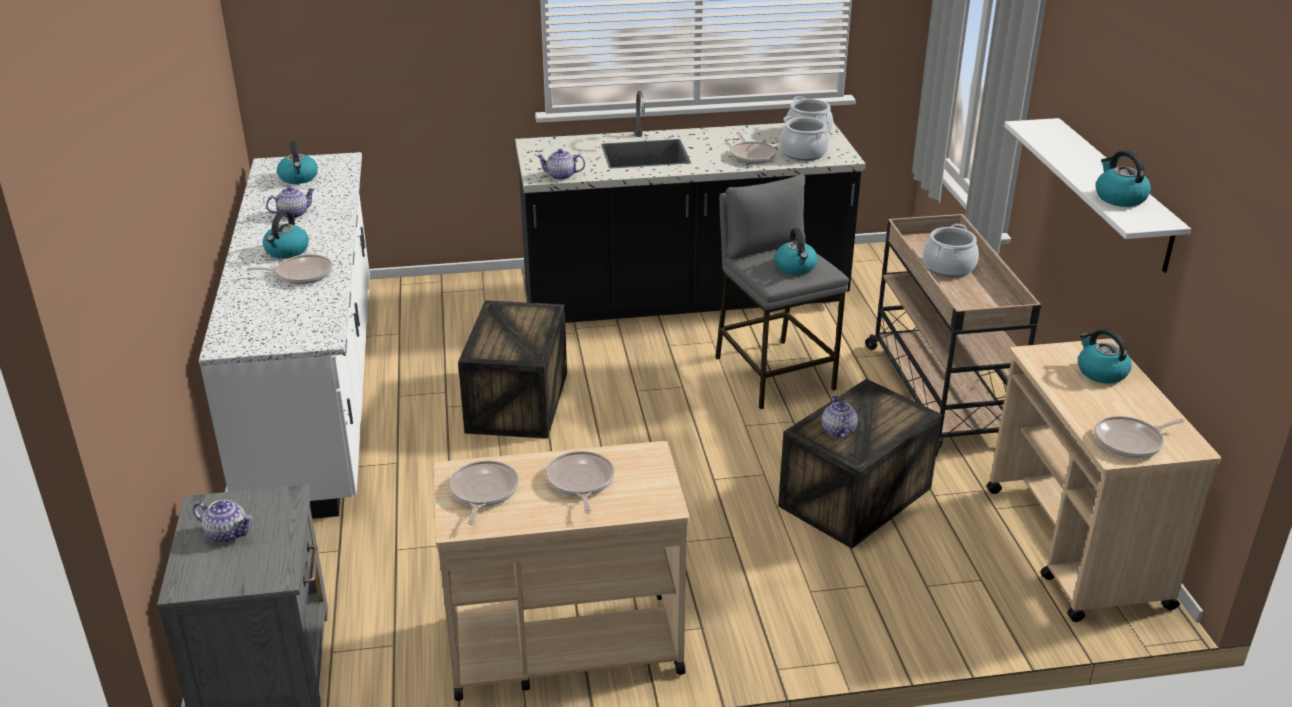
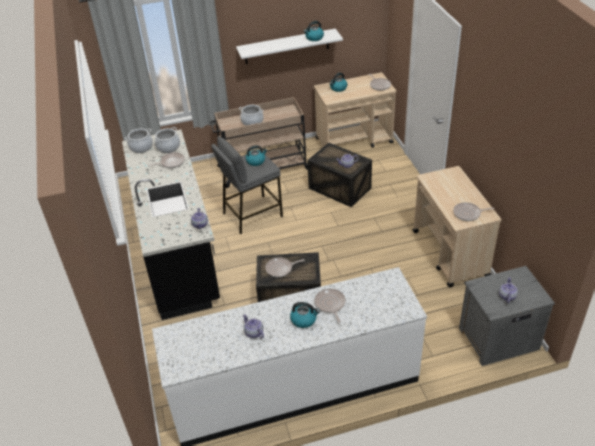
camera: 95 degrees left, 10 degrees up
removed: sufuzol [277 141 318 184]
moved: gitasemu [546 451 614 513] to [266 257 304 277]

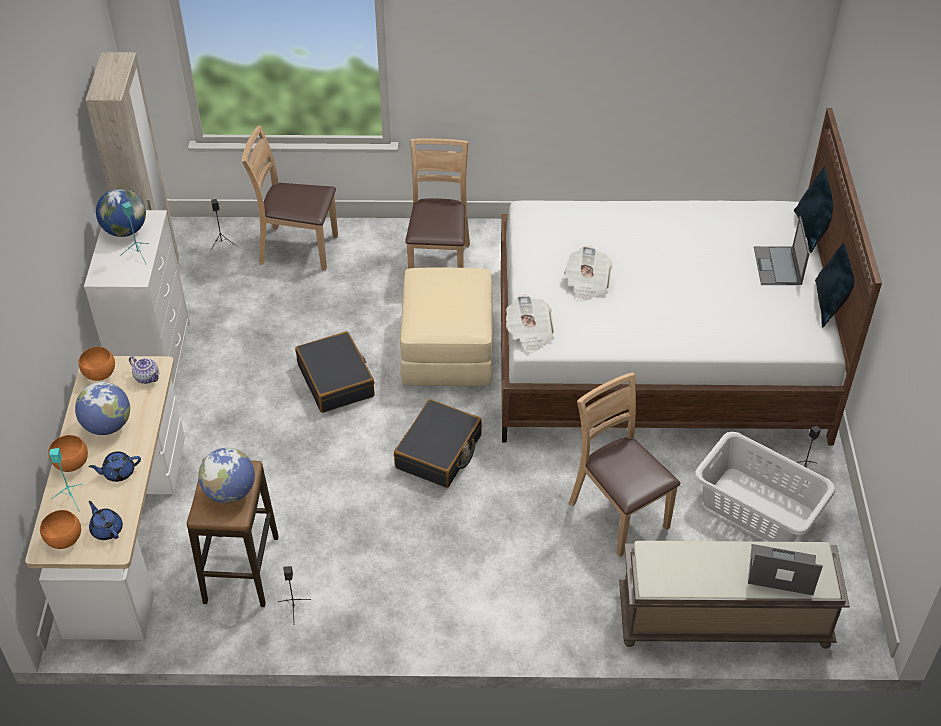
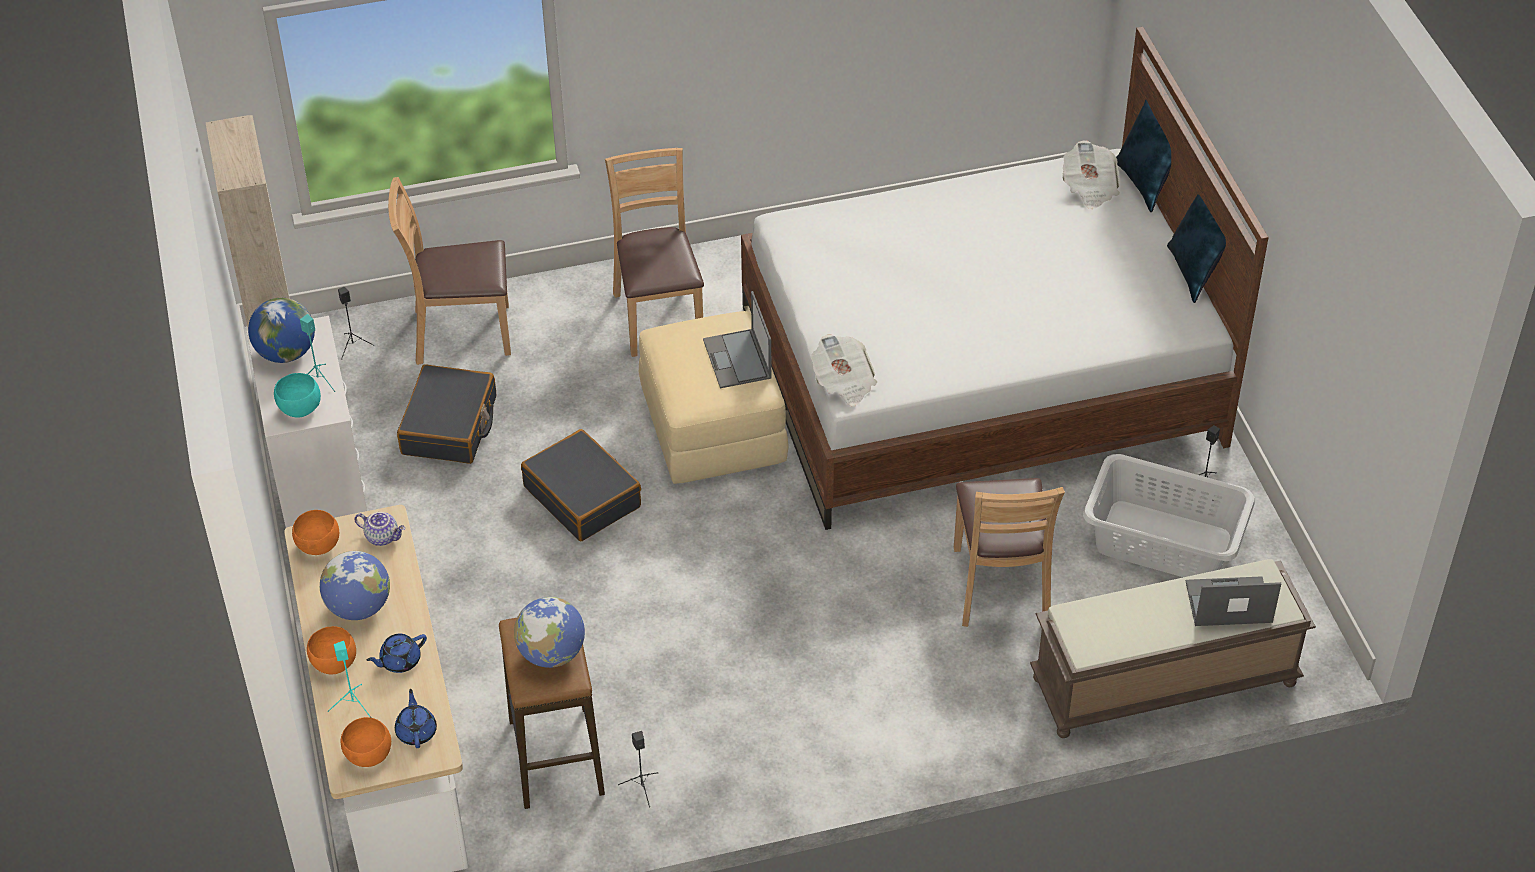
camera: 15 degrees left, 0 degrees up
added: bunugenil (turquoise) [274 373 321 417]
moved: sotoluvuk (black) [394 399 482 488] to [397 364 496 464]; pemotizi [754 216 810 285] to [703 291 772 388]; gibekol [564 246 613 301] to [1062 140 1120 209]
turned: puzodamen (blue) [89 501 123 540] = [395 689 437 748] 45 degrees clockwise; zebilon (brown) [569 372 680 557] = [954 478 1065 627] 135 degrees counterclockwise

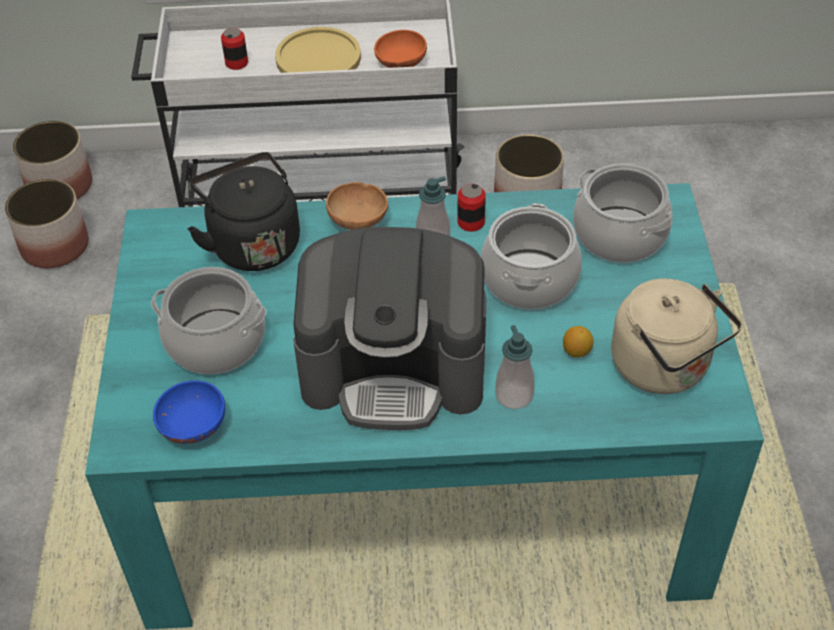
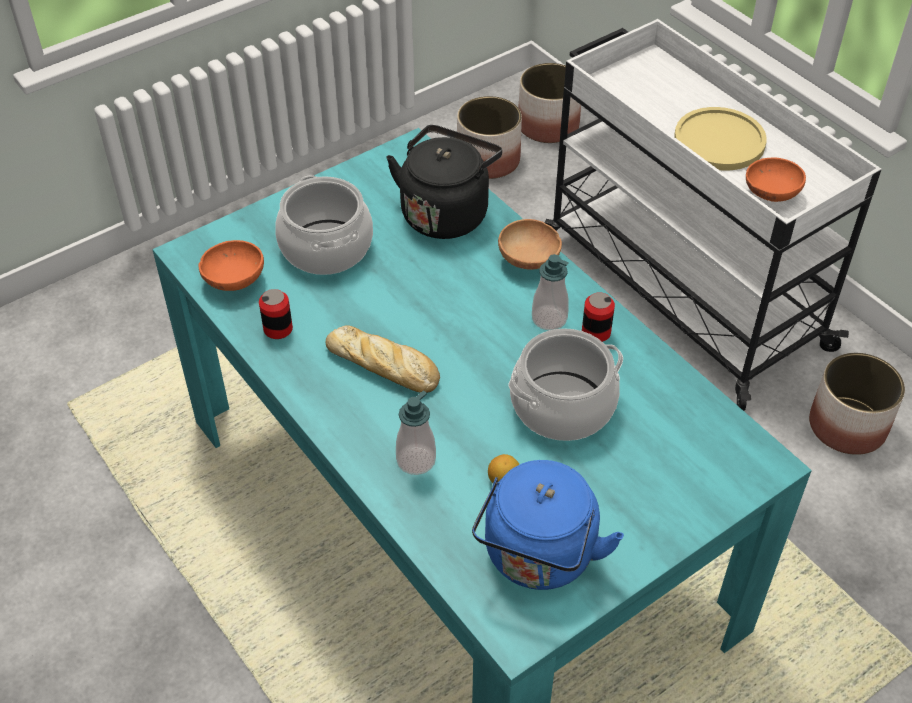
camera: 55 degrees right, 0 degrees up
removed: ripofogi [573 163 672 263]
moved: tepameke [221 28 248 70] to [259 289 293 339]
replaced: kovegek [293 227 486 430] to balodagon [326 325 440 393]
recoloured: bunugenil (blue) [153 380 225 444] to bunugenil (orange) [199 240 264 291]; sufuzol (beige) [611 278 742 394] to sufuzol (blue) [472 460 624 590]

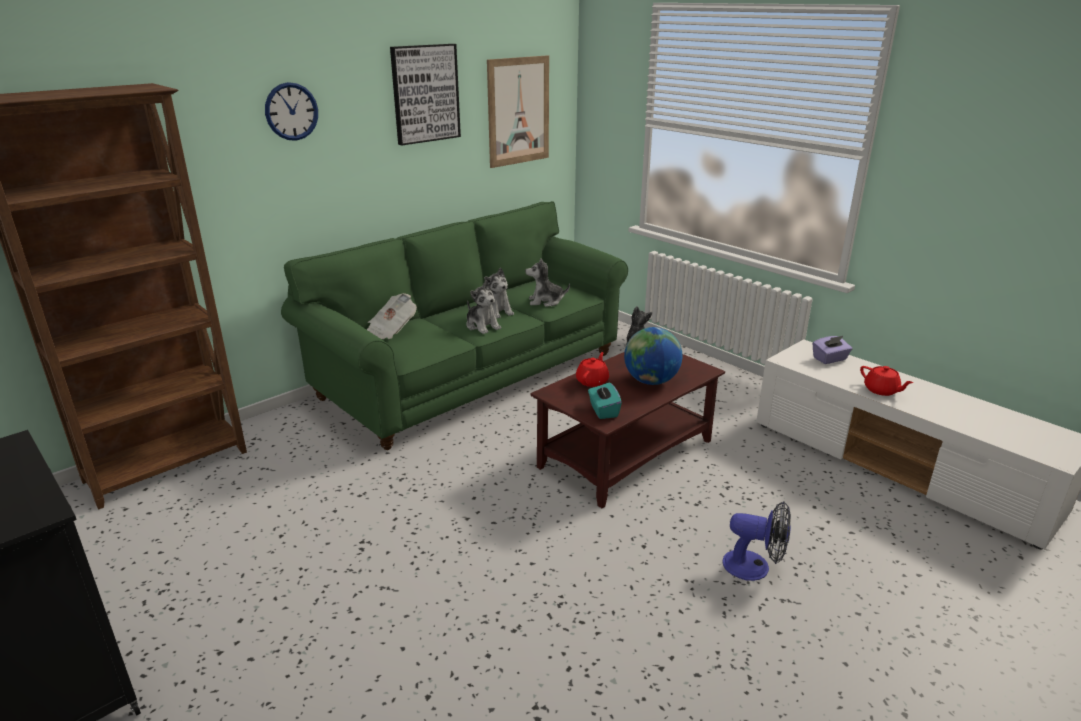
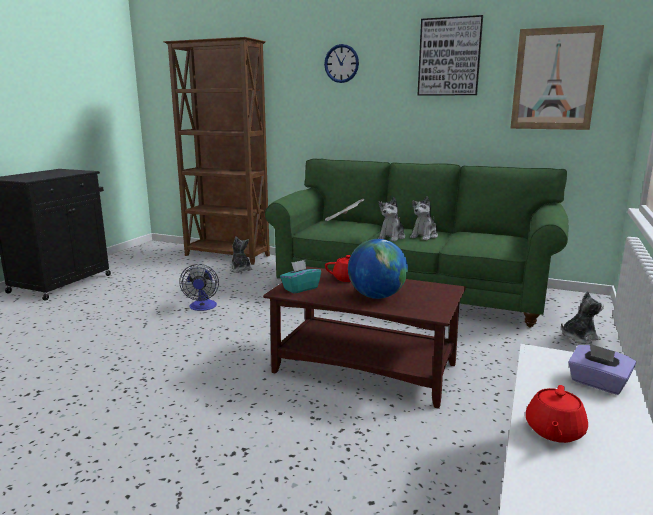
camera: 65 degrees right, 10 degrees down
moved: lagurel [723 501 791 581] to [179 264 219 311]; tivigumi [525 258 570 307] to [230 236 252 273]

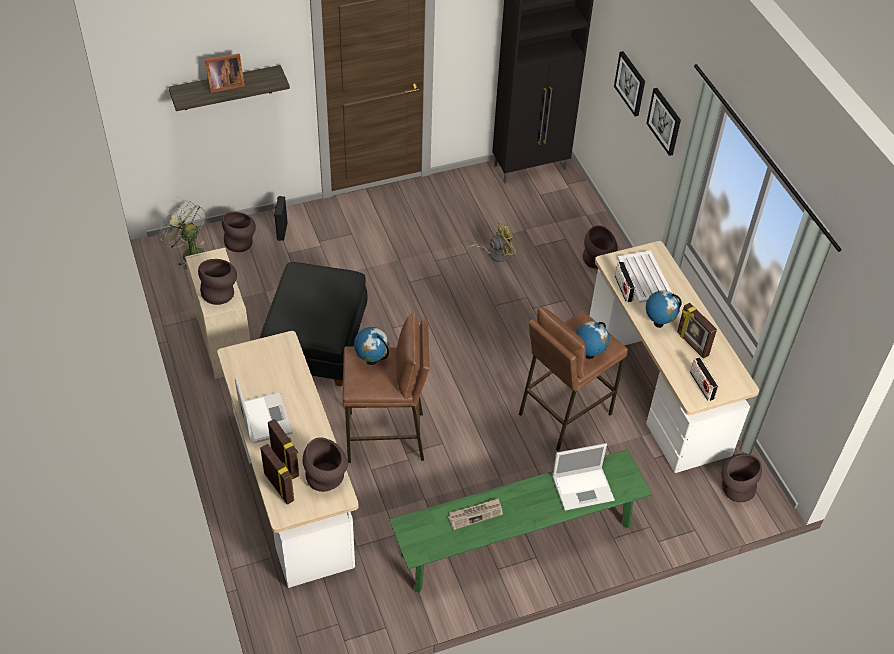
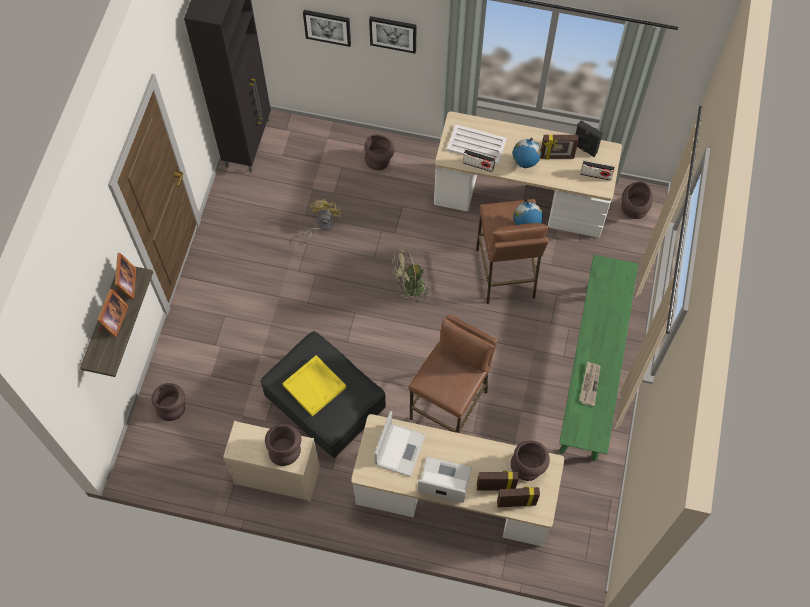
camera: 55 degrees left, 15 degrees up
removed: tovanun [354 327 389 365]
added: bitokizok [115 253 136 300]; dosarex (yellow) [282 355 346 417]
moved: pemotizi [552 443 615 511] to [374 411 426 477]; lagurel (green) [160 202 206 269] to [392 249 433 303]; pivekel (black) [274 196 288 241] to [575 121 603 157]

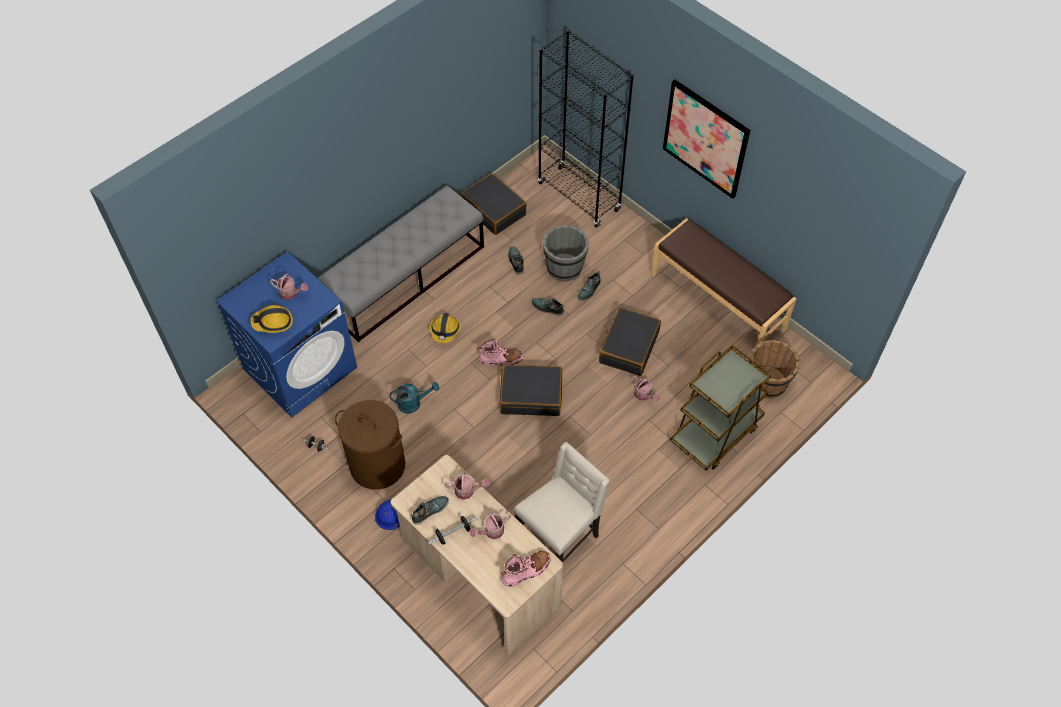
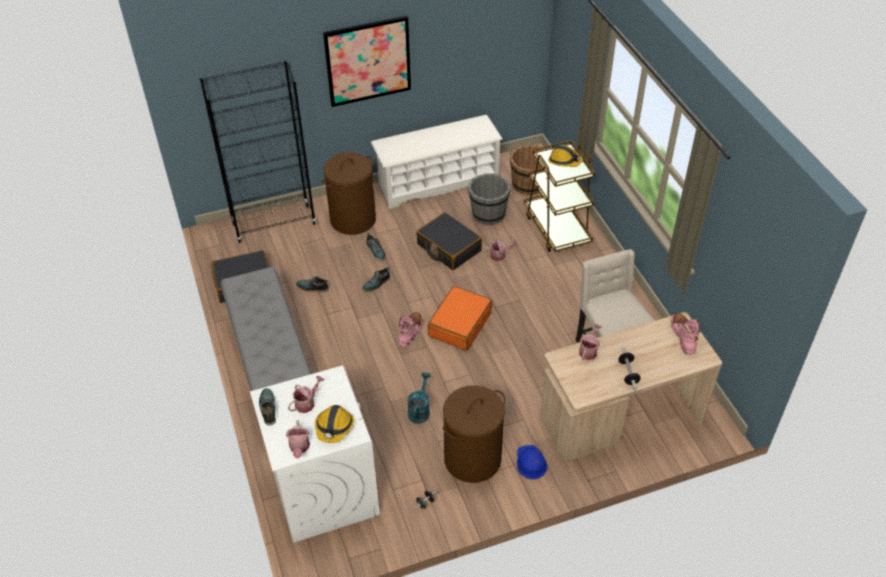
camera: 65 degrees left, 10 degrees down
added: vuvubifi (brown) [322 152 376 235]
moved: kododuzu [411 496 449 525] to [259 388 276 425]; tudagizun [470 513 511 539] to [286 420 310 458]; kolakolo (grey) [543 225 589 281] to [468 173 510 225]; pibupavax [430 313 461 343] to [548 145 583 167]
replaced: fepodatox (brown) [651 218 797 345] to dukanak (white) [371 115 503 209]
recoloured: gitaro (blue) [216 251 357 417] to gitaro (white) [250 366 380 543]; sotoluvuk (black) [500 365 562 416] to sotoluvuk (orange) [428 286 492 351]

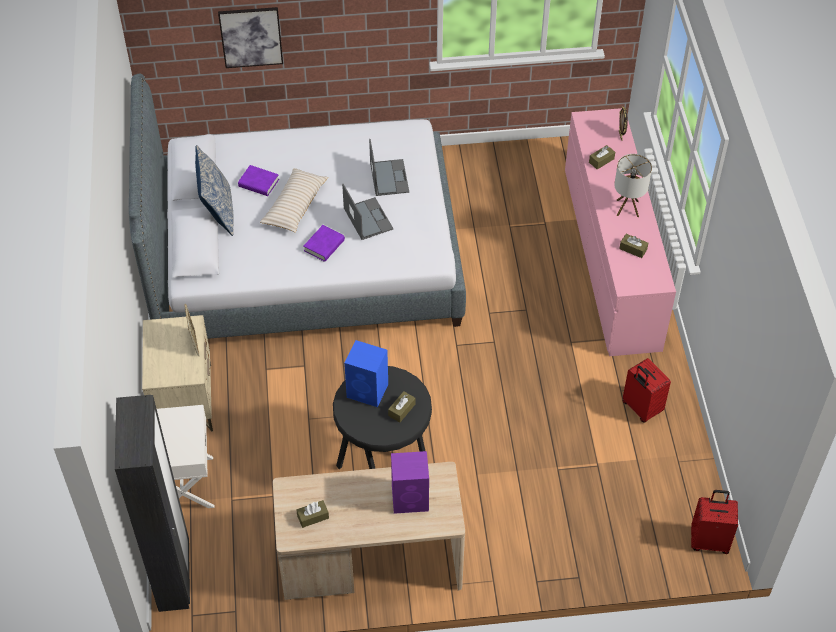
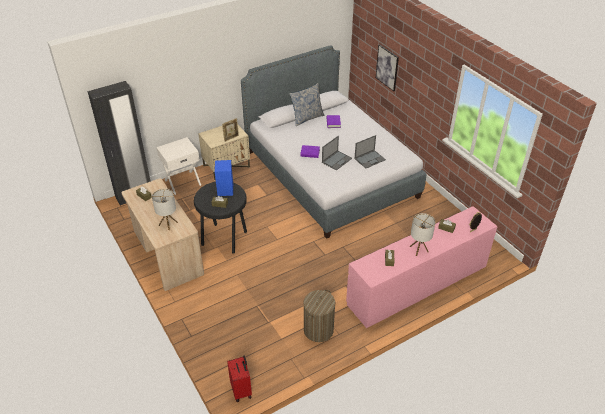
camera: 65 degrees right, 10 degrees down
removed: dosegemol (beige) [260 168 328 233]
replaced: pivekel (purple) [391 451 429 514] to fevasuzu [152 189 178 230]; sotoluvuk (red) [623 358 671 423] to vuvubifi [303 290 335 342]

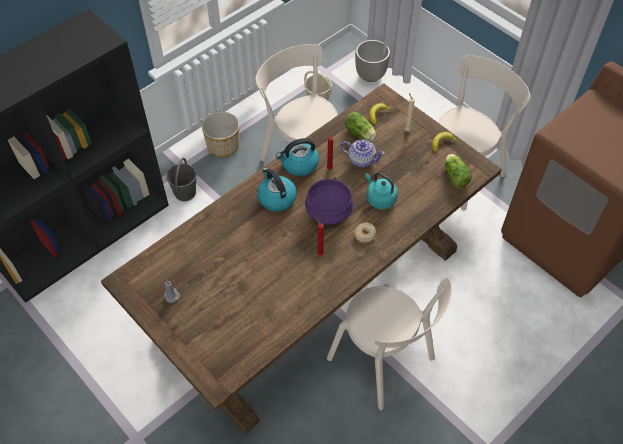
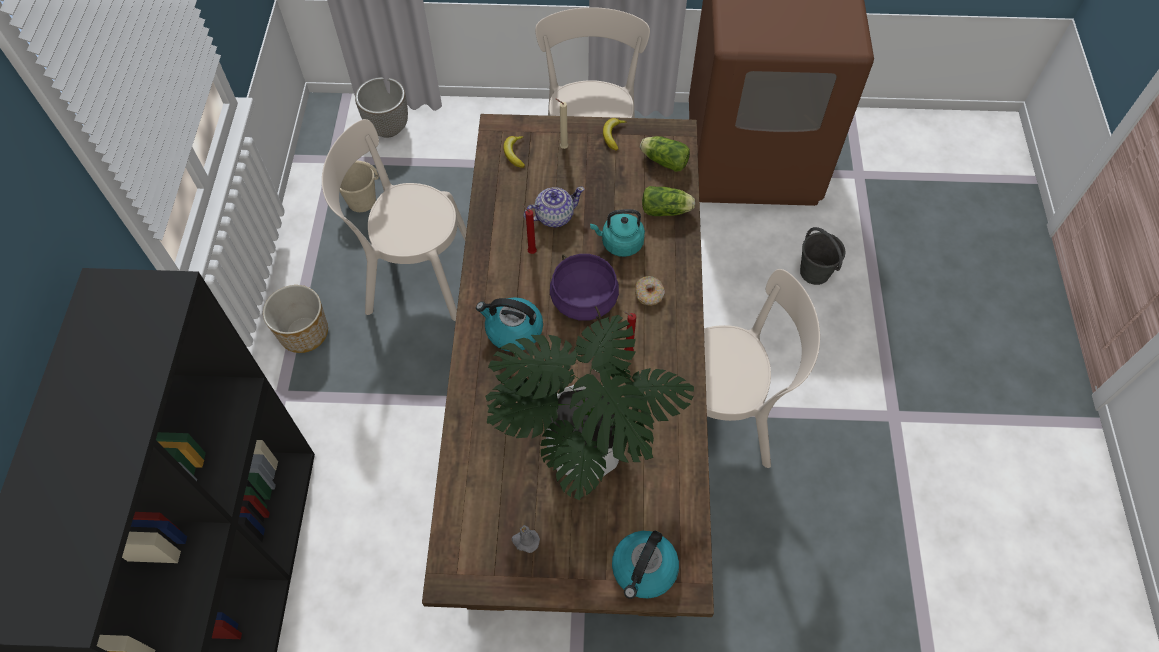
camera: 45 degrees left, 5 degrees up
added: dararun [485 315 694 500]
moved: sufuzol [276 138 319 176] to [612 531 679 599]; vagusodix [345 112 376 141] to [642 186 695 216]; kolakolo (grey) [166 158 197 201] to [800 227 846 285]

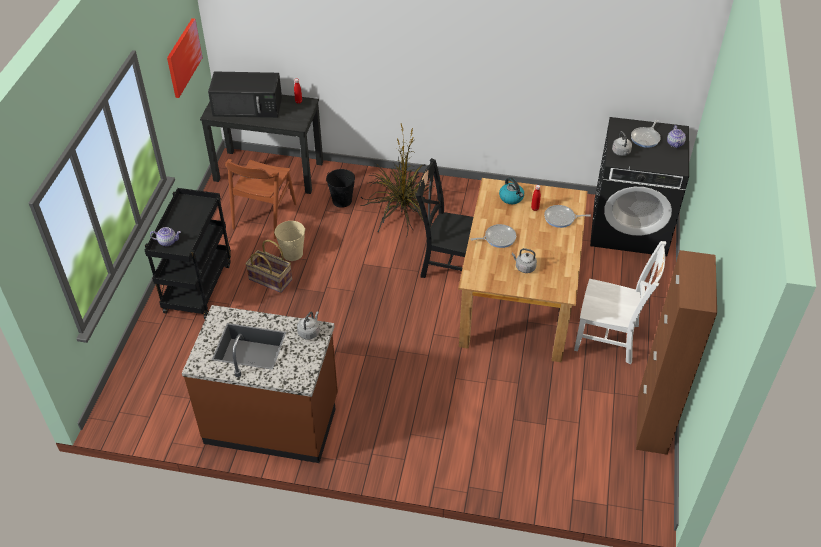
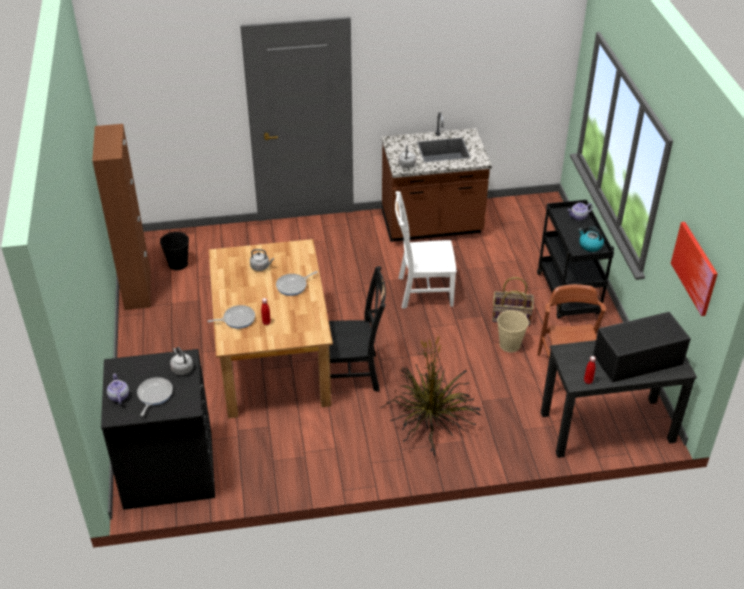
camera: 160 degrees right, 5 degrees down
moved: kolakolo (black) [326 169 355 208] to [160 231 189 270]; zebilon (white) [574 241 666 364] to [395 191 457 309]; sufuzol [499 177 524 204] to [578 226 604 252]

